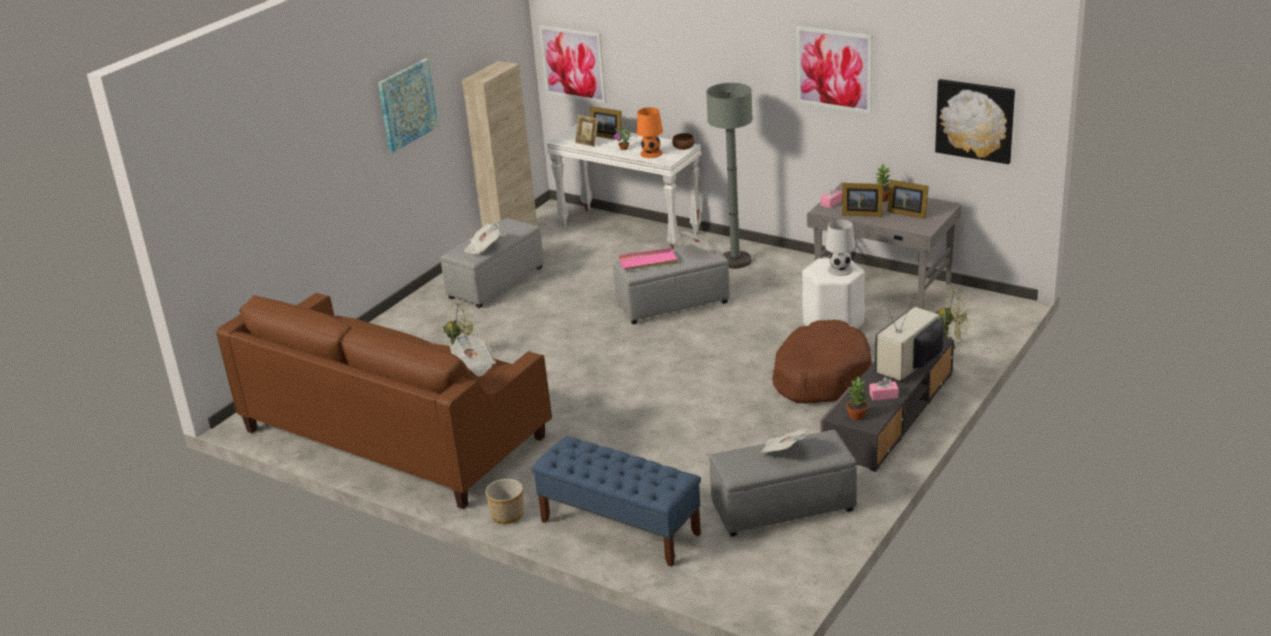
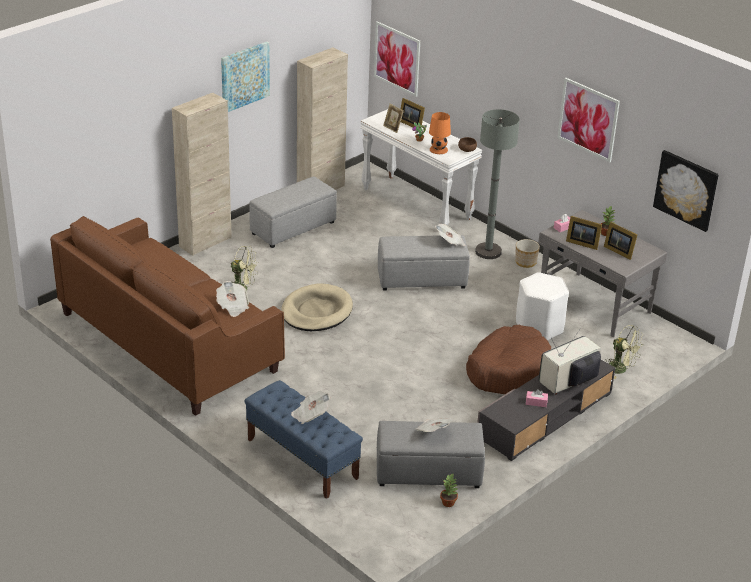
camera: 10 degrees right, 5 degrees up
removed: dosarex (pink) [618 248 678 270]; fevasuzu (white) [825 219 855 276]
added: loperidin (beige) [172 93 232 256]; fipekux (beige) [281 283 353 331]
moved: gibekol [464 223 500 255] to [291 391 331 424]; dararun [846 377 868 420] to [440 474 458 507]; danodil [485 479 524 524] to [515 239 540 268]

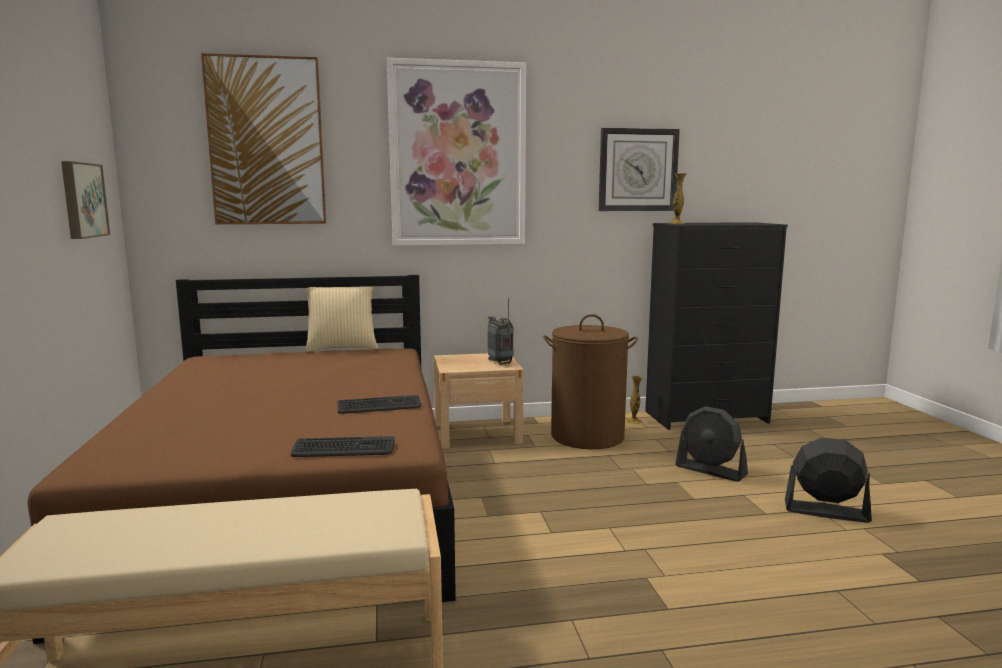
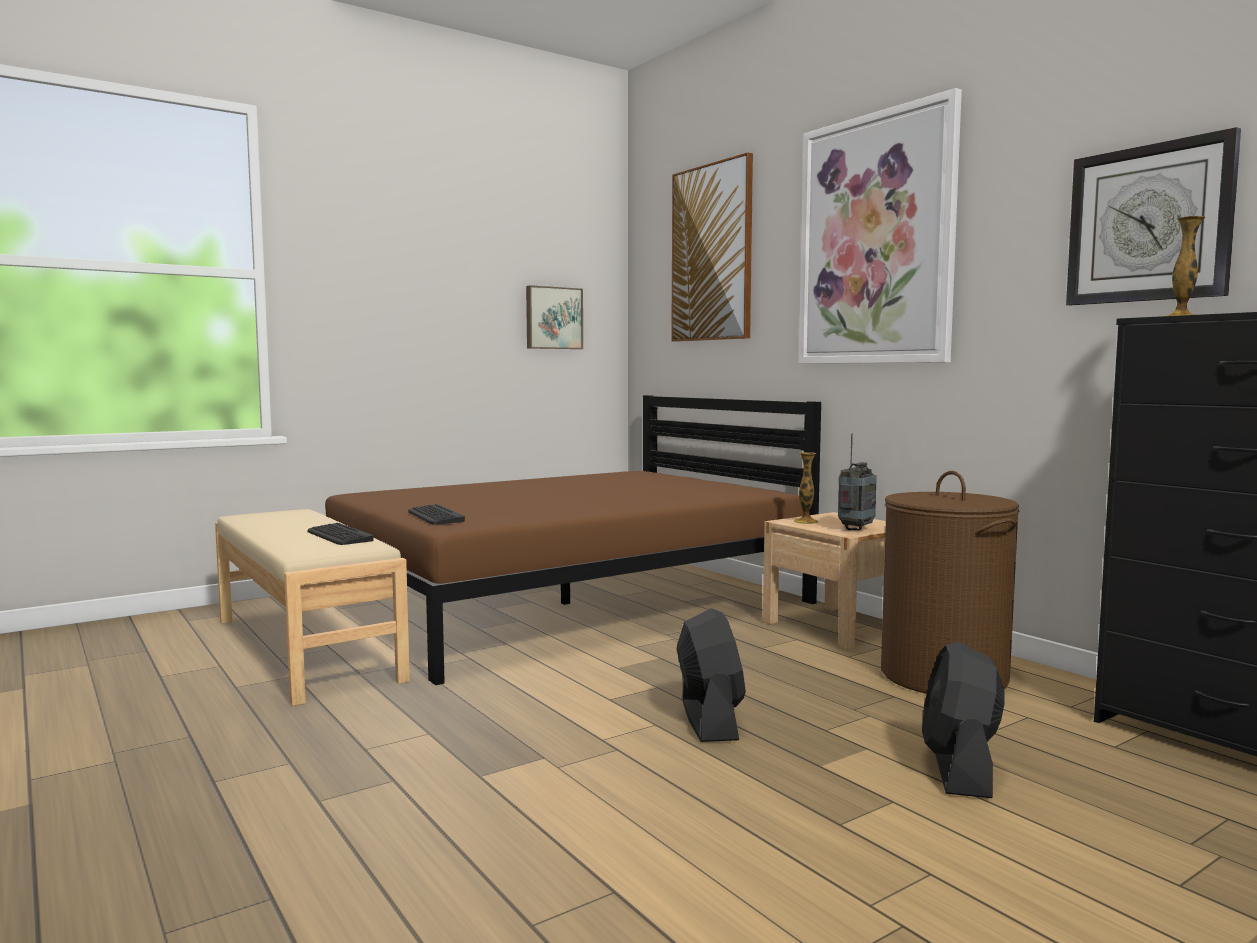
camera: 65 degrees right, 5 degrees down
removed: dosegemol [305 286 378 352]
moved: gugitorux [337 395 421 414] to [307 523 373 545]; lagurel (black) [785 438 872 523] to [677 608 746 742]; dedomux [625 376 643 424] to [794 452 818 524]

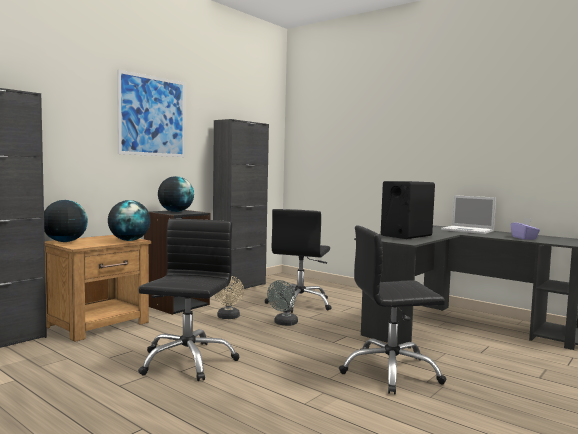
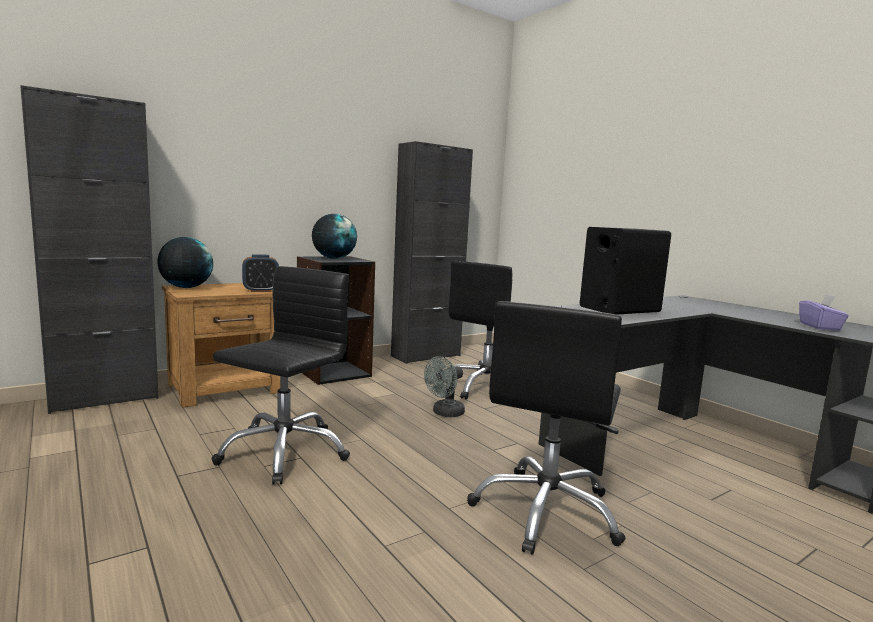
camera: 15 degrees right, 5 degrees up
removed: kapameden [117 70 185 157]; lagurel (beige) [214 276 244 319]; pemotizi [441 195 496 234]
replaced: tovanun [108 200 151 241] to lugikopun [242 254 279 292]
turned: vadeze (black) [339 226 446 394] = [467 301 626 555] 75 degrees counterclockwise

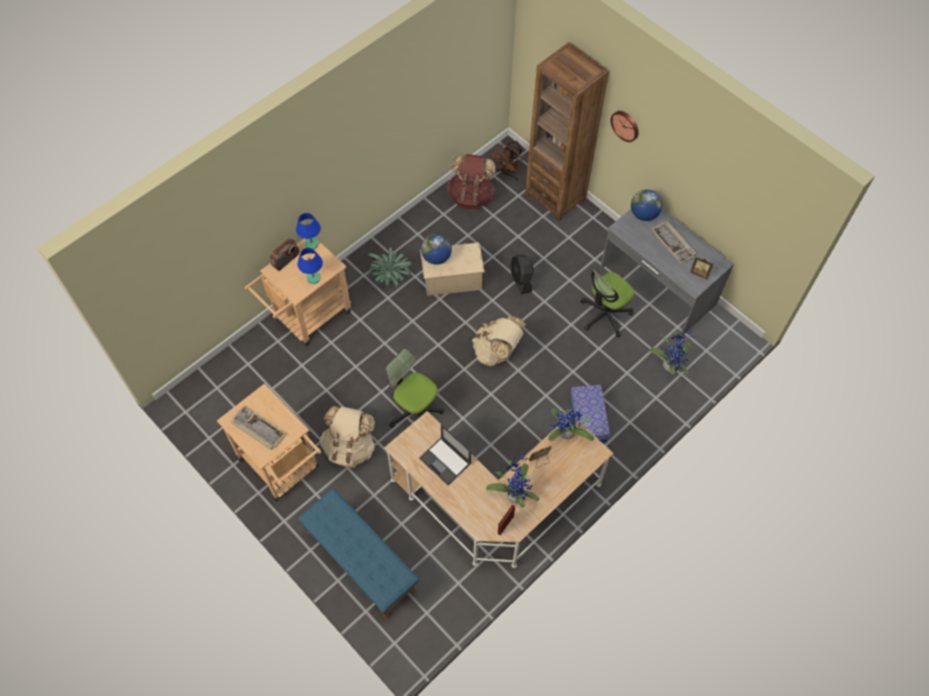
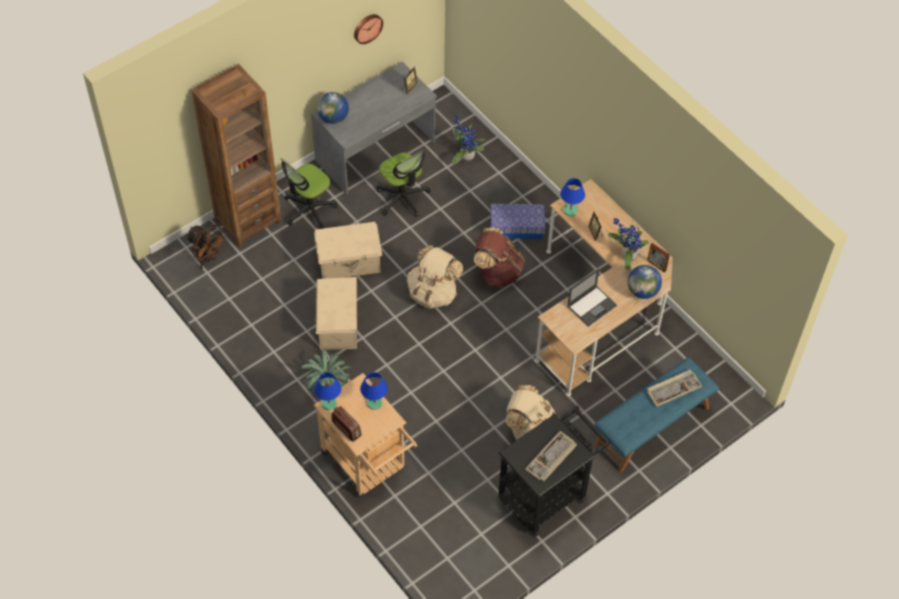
camera: 85 degrees left, 5 degrees down
moved: vadeze [386 349 444 428] to [280 158 338 229]; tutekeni [610 111 639 142] to [354 14 383 44]; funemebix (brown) [447 154 496 210] to [474 228 525 288]; tovanun [421 234 452 265] to [628 265 662 299]; gugitorux [651 221 696 264] to [647 370 702 407]
replaced: lagurel (black) [510 254 533 294] to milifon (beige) [314 222 383 279]; dararun [548 407 594 441] to fevasuzu (blue) [560 178 585 216]
recoloured: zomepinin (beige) [217 383 322 501] to zomepinin (black) [498 406 611 536]

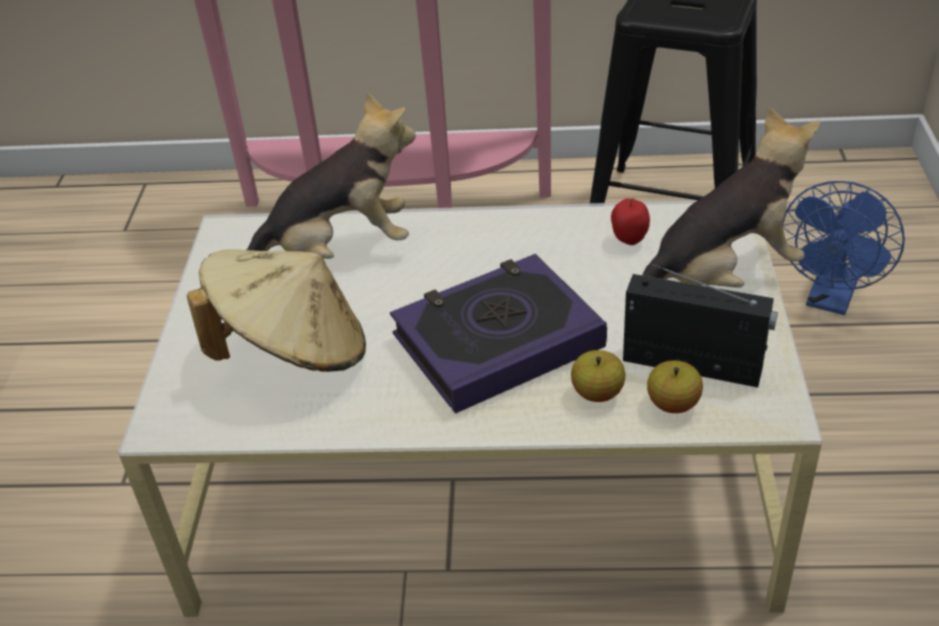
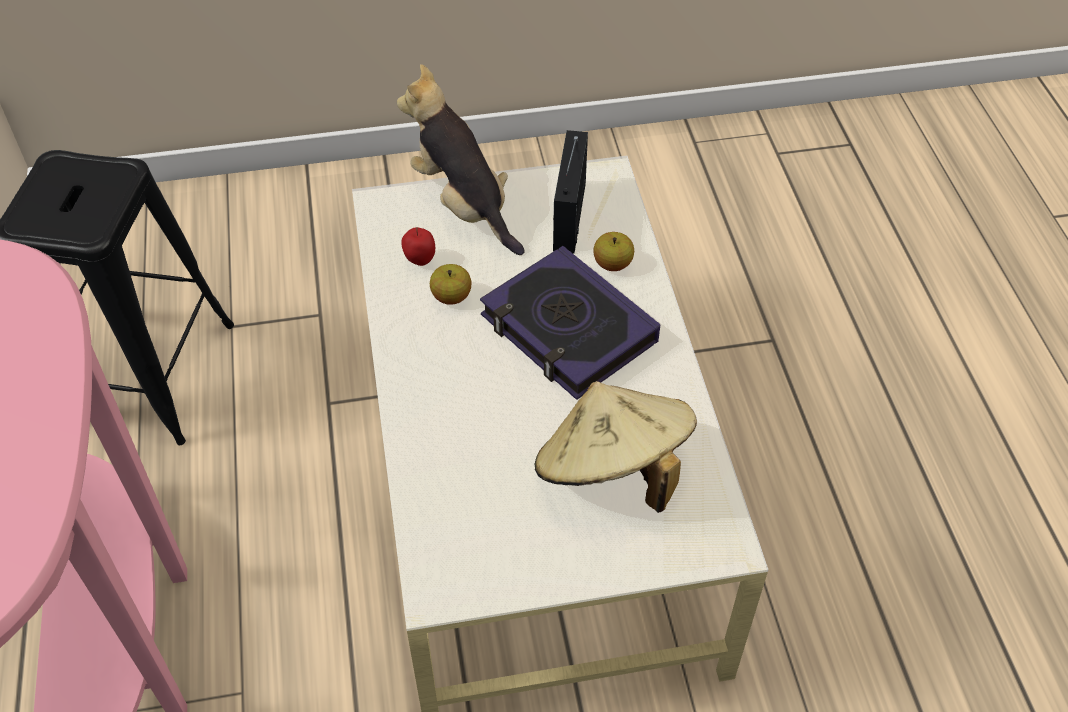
camera: 105 degrees left, 10 degrees up
removed: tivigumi [247 91 416 259]; lagurel (blue) [783 181 905 315]
moved: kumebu [647 360 703 413] to [430 264 471 305]

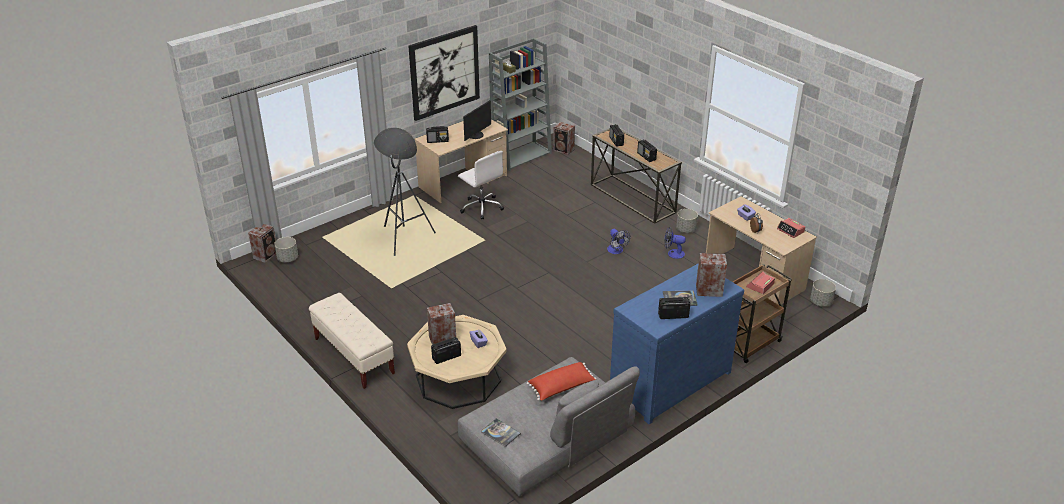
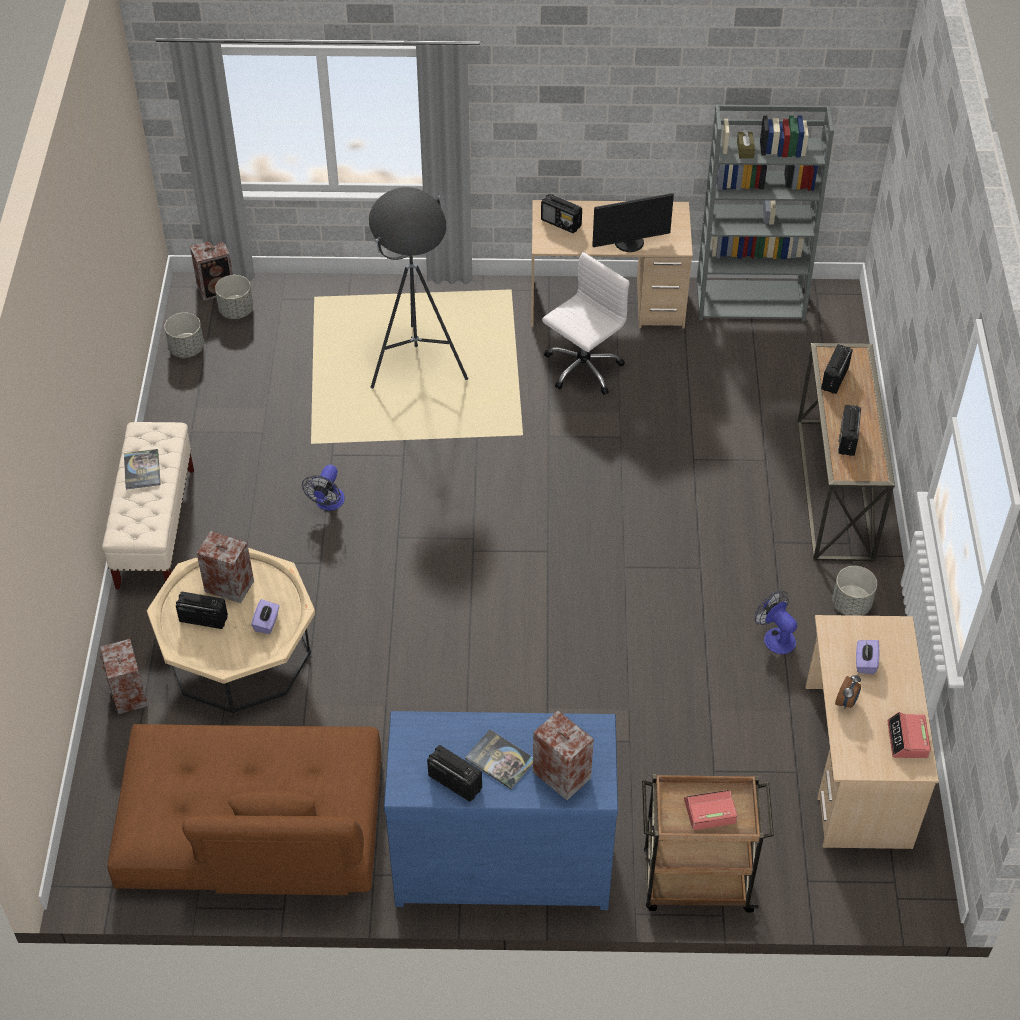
camera: 40 degrees right, 15 degrees up
removed: kapameden [408 25 480 121]; dosegemol (red) [527 362 597 401]
moved: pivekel [553 122 575 155] to [100 639 148 715]; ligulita [481 418 521 447] to [124 449 161 490]; danodil (grey) [810 279 836 307] to [164 313 204 358]; lagurel [607 229 630 254] to [302 465 345 511]
recoloured: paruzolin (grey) [458 357 640 496] to paruzolin (brown) [108 724 381 895]
turned: vadeze (white) [458 151 504 219] = [542 252 629 395] 135 degrees counterclockwise

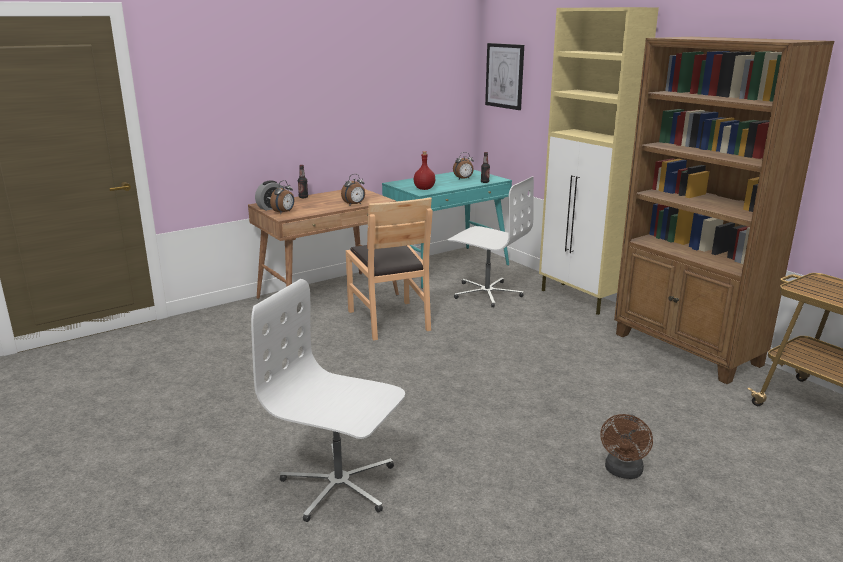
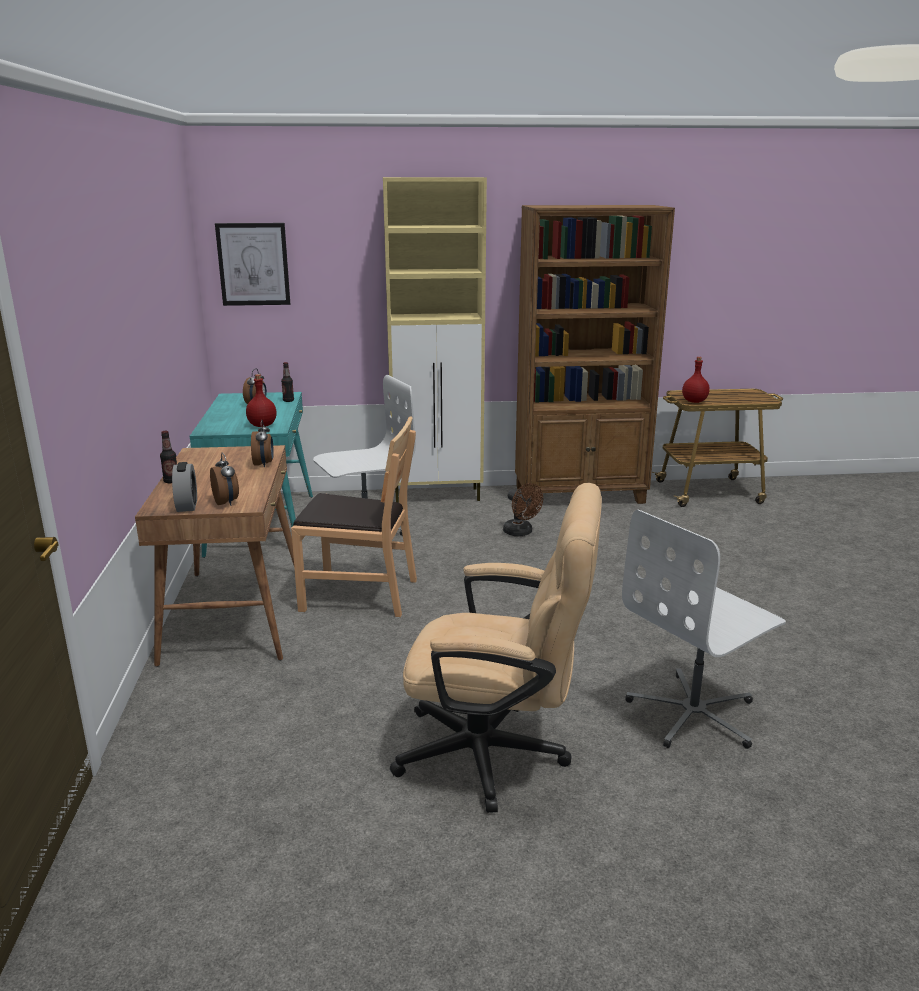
camera: 60 degrees left, 0 degrees up
added: vadeze (beige) [390 483 602 813]; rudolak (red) [682 357 710 403]
moved: lagurel (brown) [601 414 653 479] to [503 483 543 536]

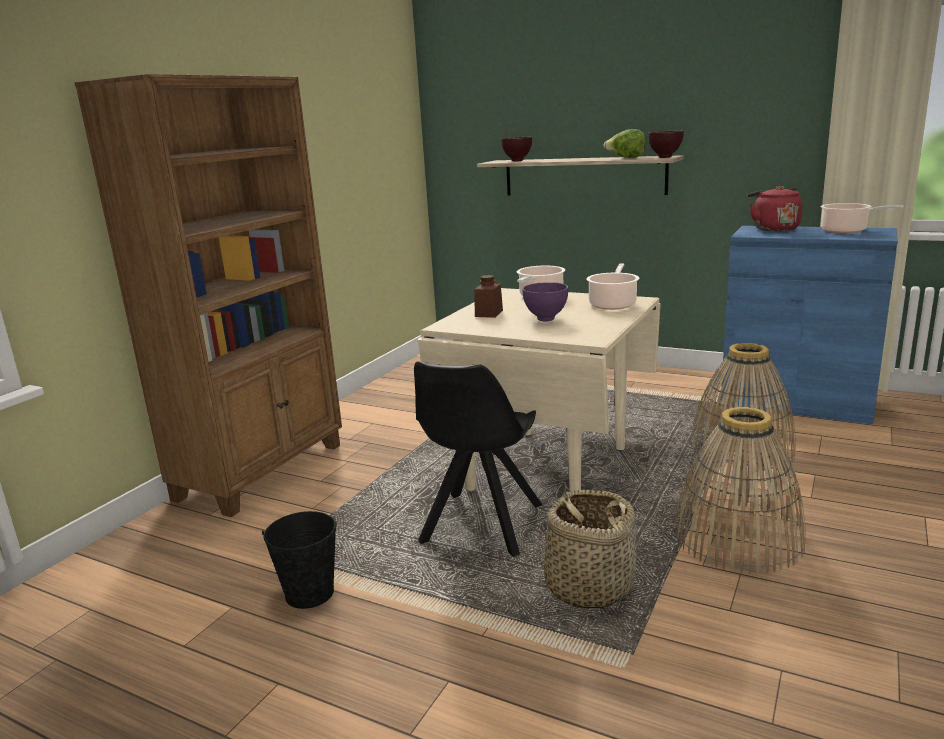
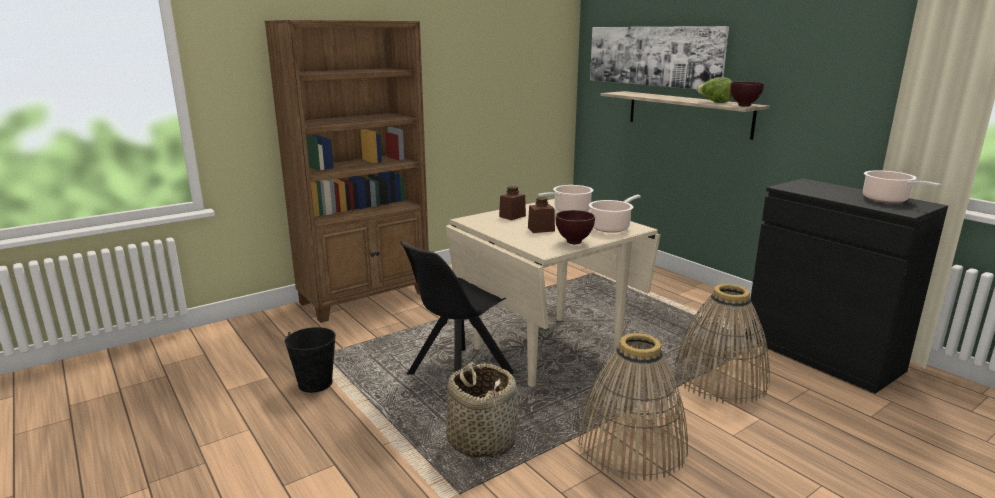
camera: 25 degrees right, 0 degrees up
removed: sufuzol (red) [748 186 802 232]
added: kapameden [590 26 729 89]
moved: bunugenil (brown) [501 137 532 161] to [555 210 595 244]
replaced: bunugenil (purple) [522 282 568 321] to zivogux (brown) [528 197 555 233]
recoloured: loperidin (blue) [721 226 898 424] to loperidin (black) [746 178 948 394]

